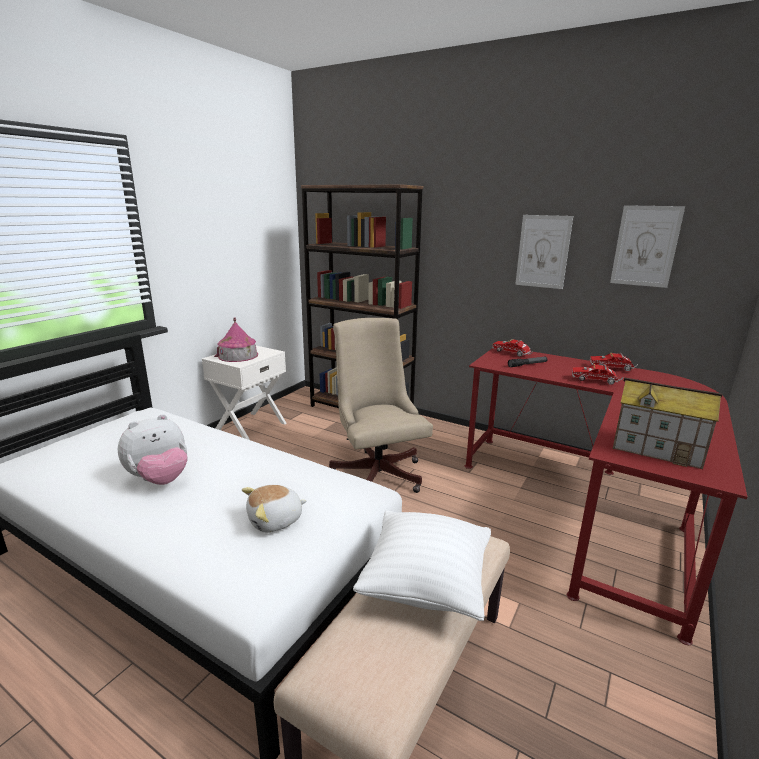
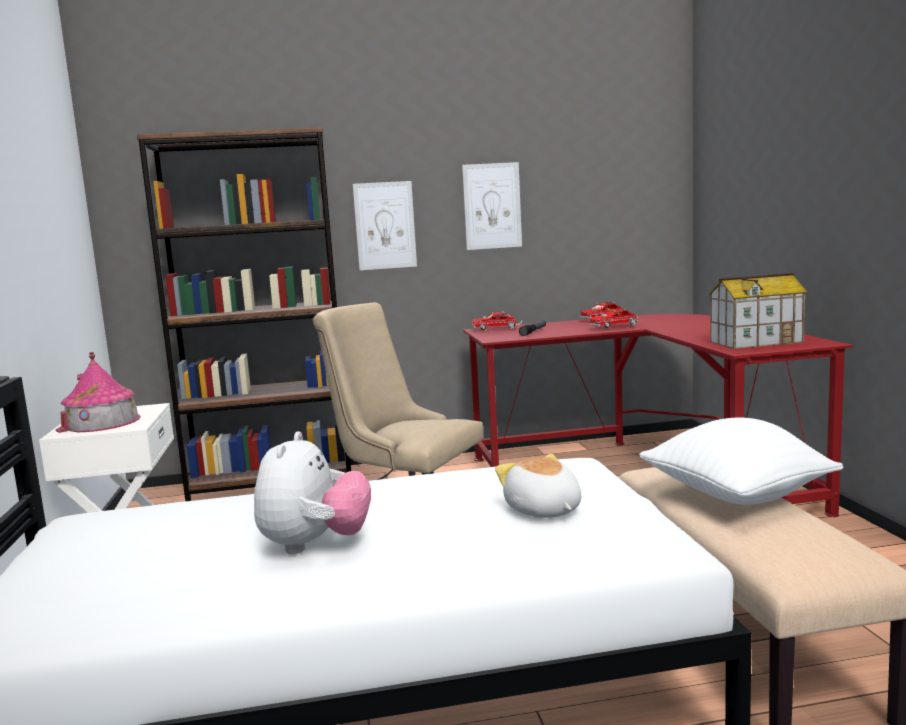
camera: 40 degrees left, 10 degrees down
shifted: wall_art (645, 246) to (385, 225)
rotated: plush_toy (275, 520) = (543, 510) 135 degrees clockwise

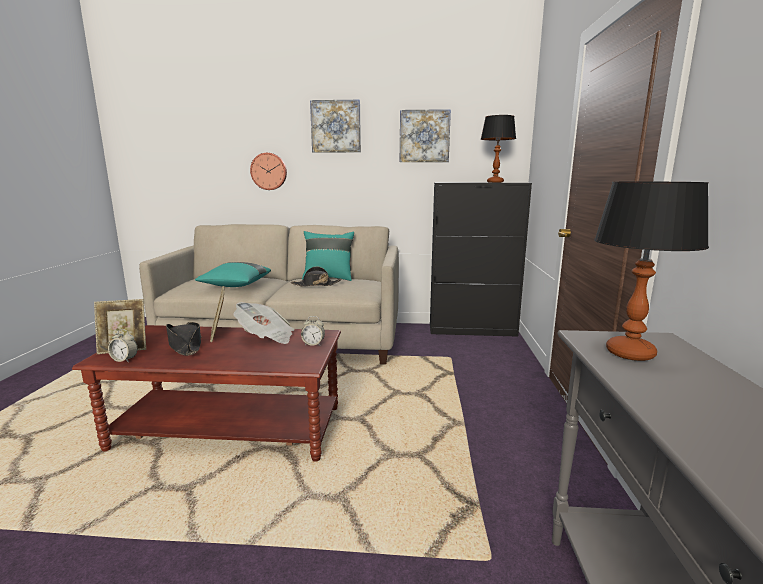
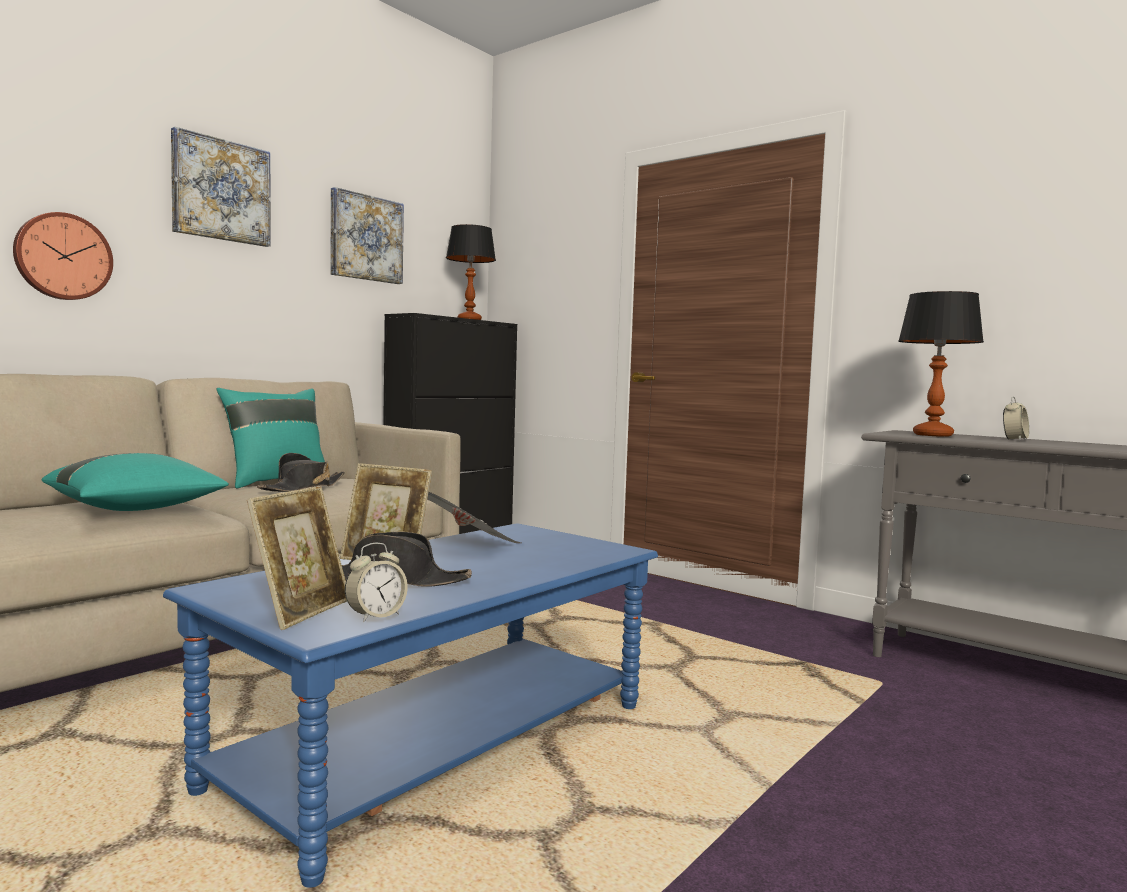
camera: 55 degrees left, 10 degrees down
shifted: alarm_clock (313, 344) to (1014, 439)
repainted: brown_low_table (229, 428) to blue-coloured_low_table (442, 745)

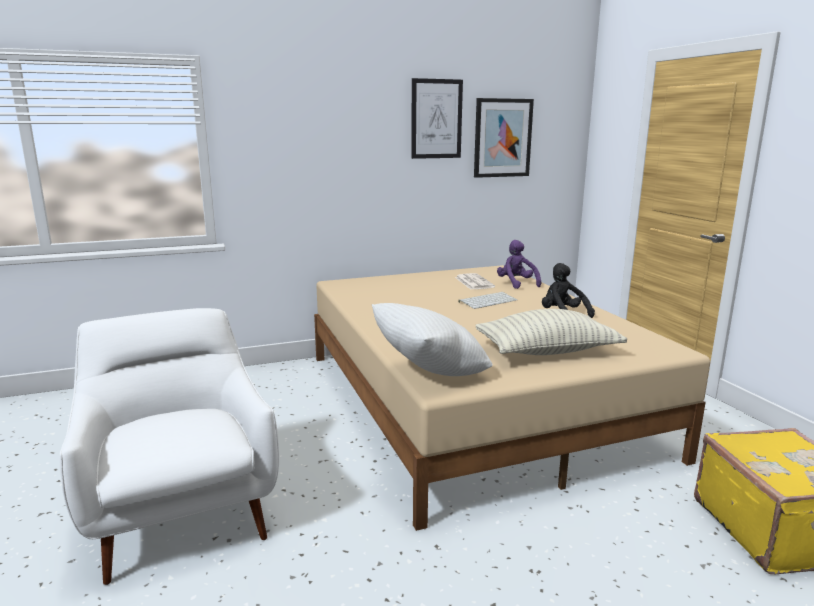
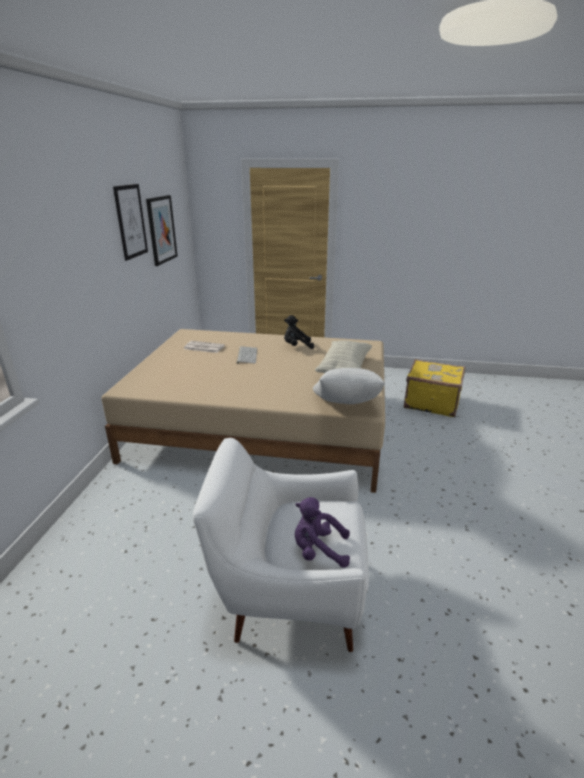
camera: 60 degrees left, 10 degrees up
shifted: purple_plush_toy (516, 284) to (318, 550)

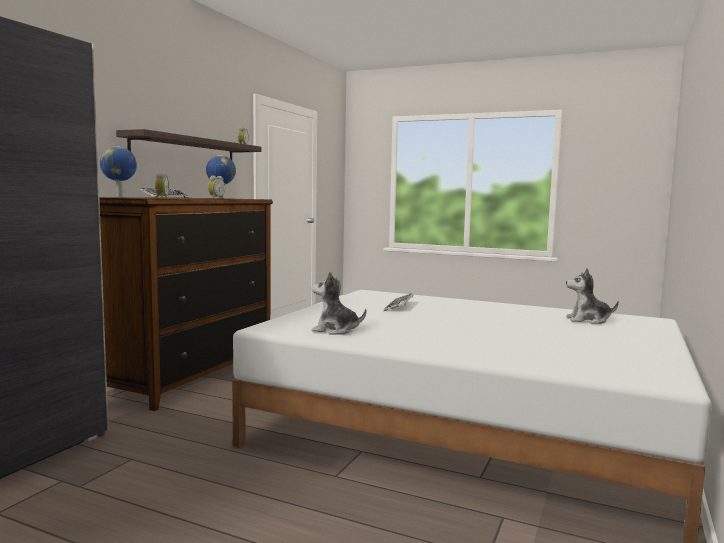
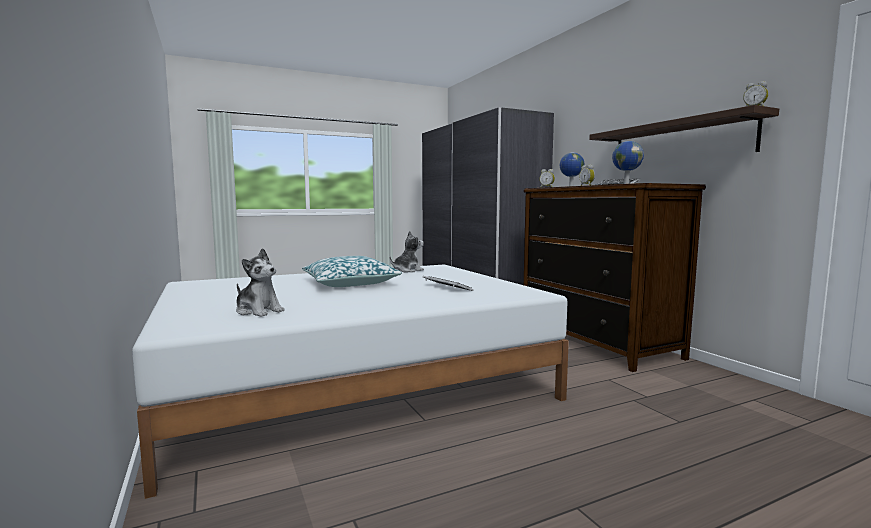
camera: 130 degrees right, 0 degrees up
new: cushion (350, 283)
rotated: plush_toy (588, 320) = (258, 311) 75 degrees clockwise

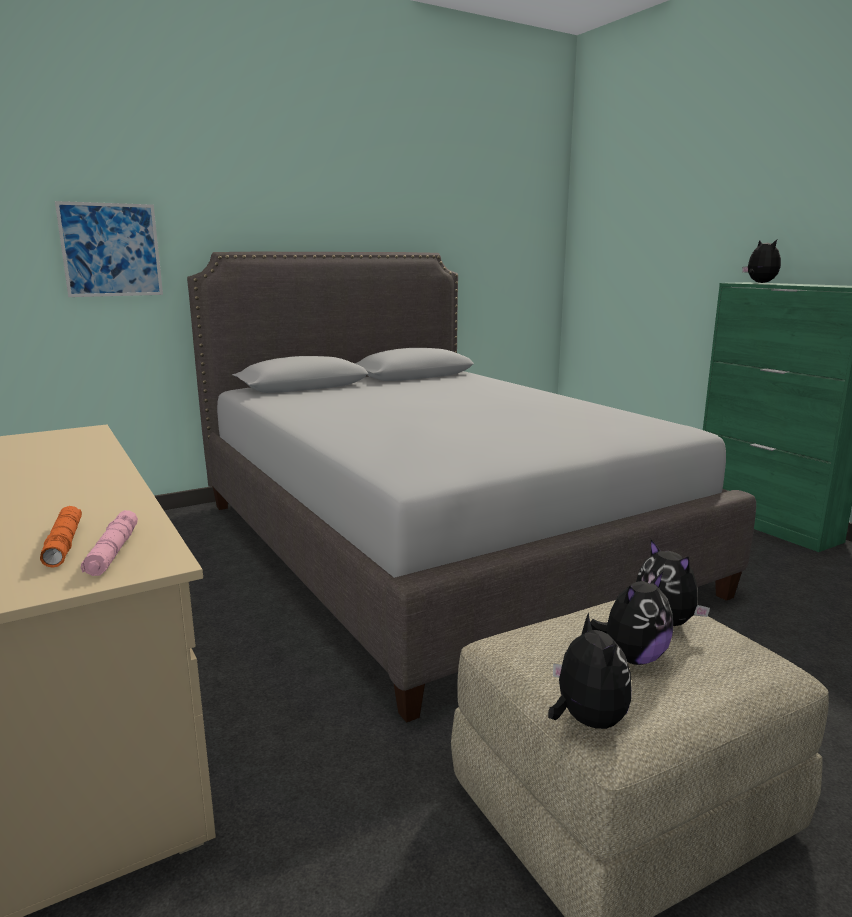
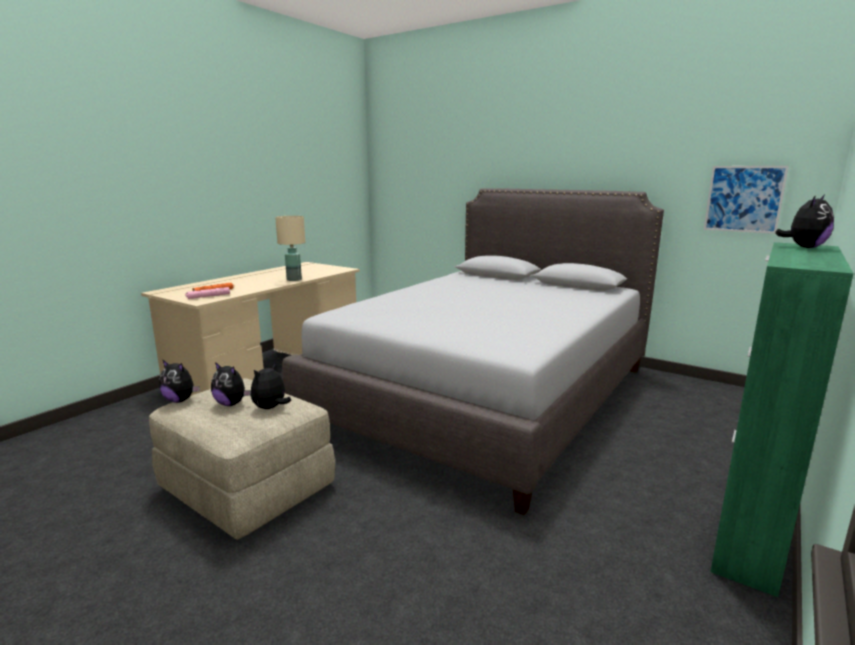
camera: 65 degrees right, 0 degrees up
new: beige_tabletop_lamp (294, 279)
shifted: wall_art (111, 250) to (744, 199)
rotated: plush_toy (586, 720) = (180, 400) 60 degrees clockwise

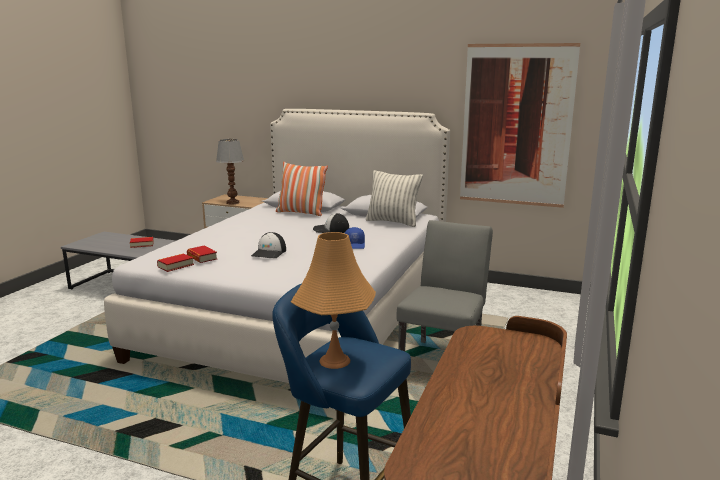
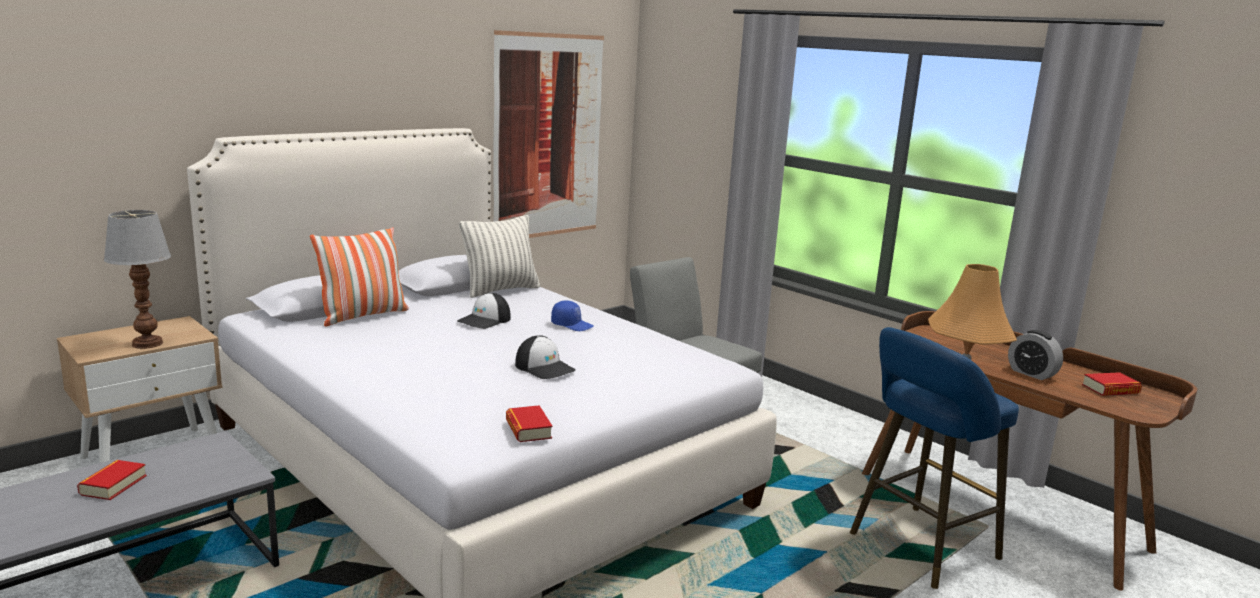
camera: 65 degrees left, 0 degrees up
new: alarm_clock (1031, 373)
shifted: book (202, 257) to (1110, 389)

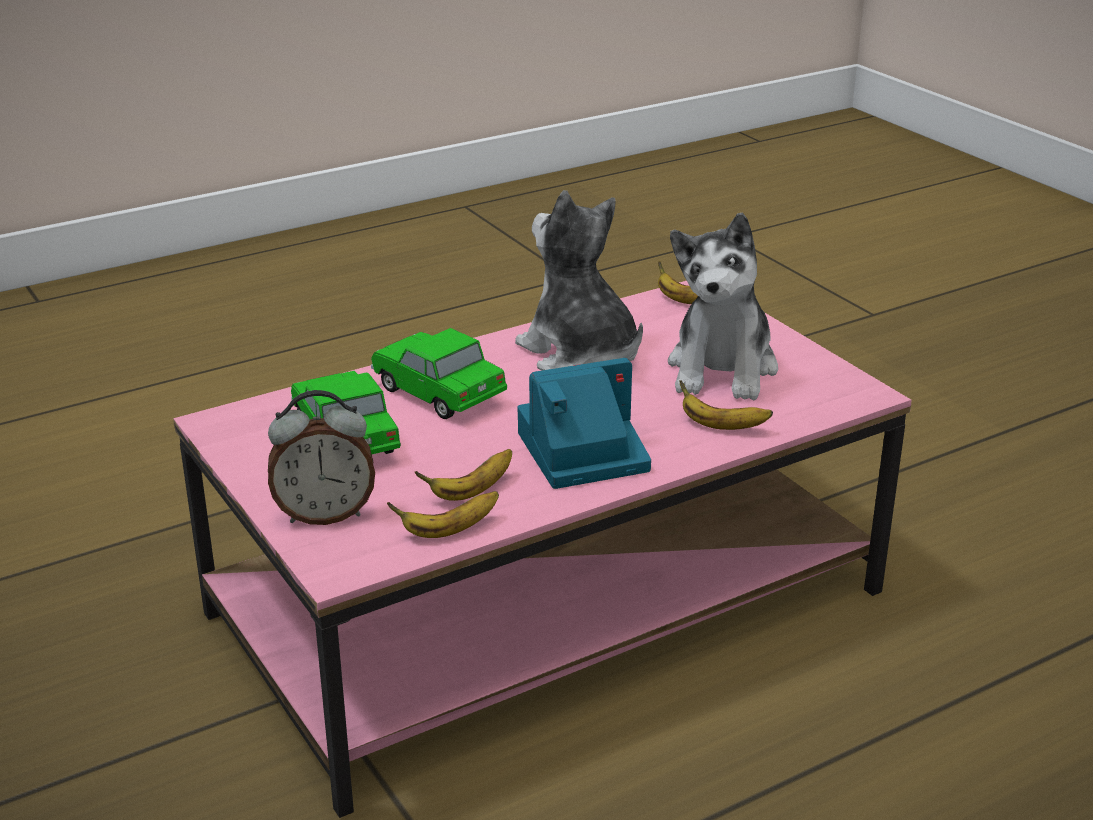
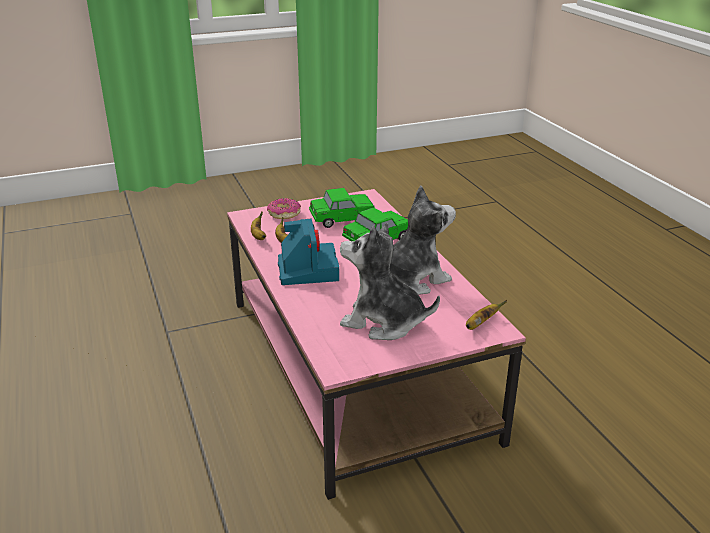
camera: 100 degrees right, 0 degrees up
gone: banana (721, 426)
swapped: alarm_clock (325, 514) to ring_doughnut (284, 214)

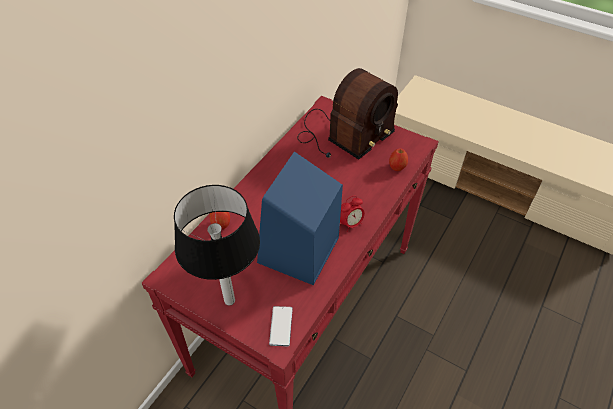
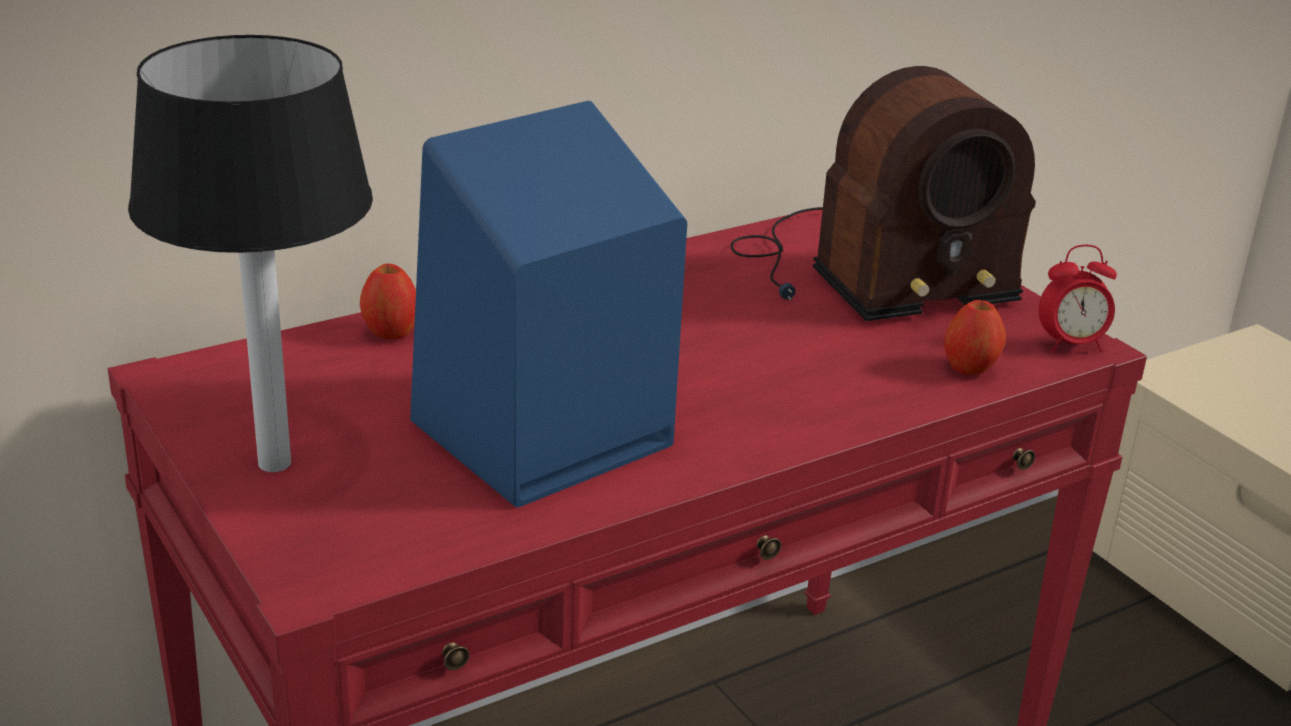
camera: 25 degrees right, 20 degrees down
gone: phone (281, 326)
shifted: alarm_clock (351, 224) to (1071, 345)

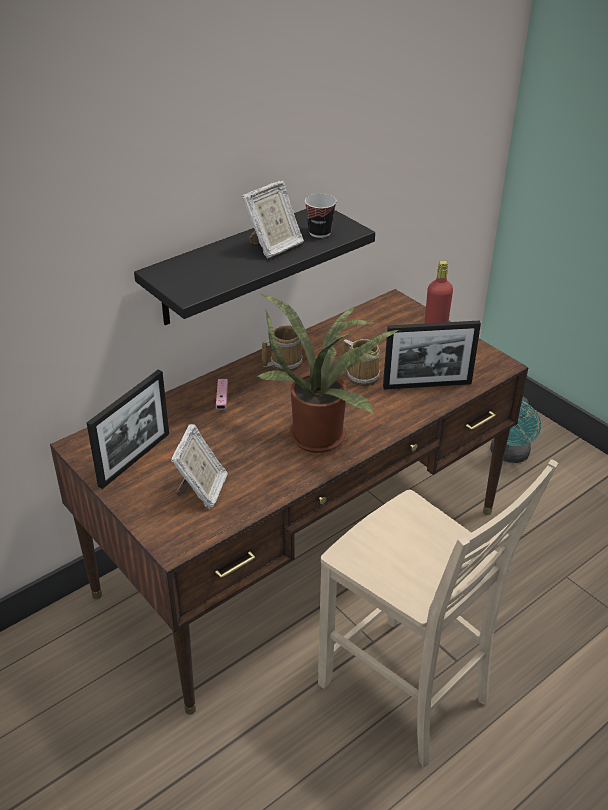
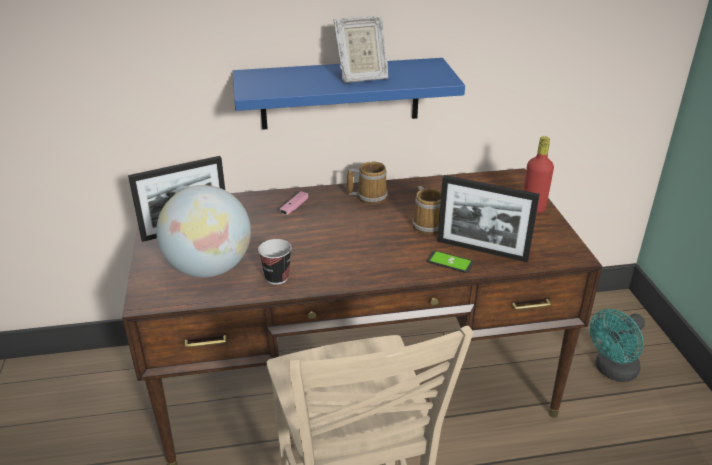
camera: 30 degrees right, 5 degrees down
gone: potted_plant (322, 434)
new: phone (450, 262)
shifted: small_cup (319, 232) to (277, 277)
swapped: picture_frame (202, 491) to world_globe (209, 268)
repainted: black_shelf (235, 265) to blue-coloured_shelf (340, 94)

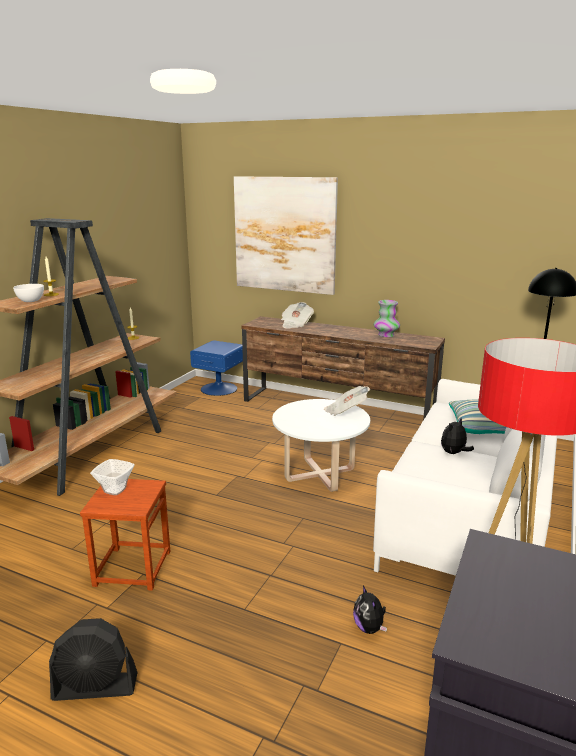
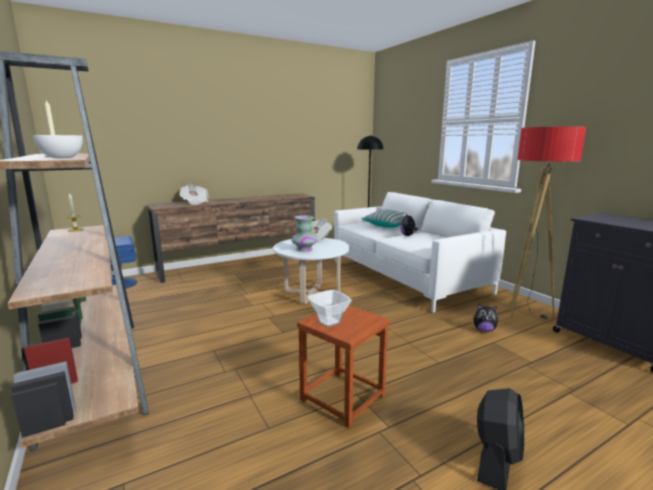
camera: 55 degrees left, 5 degrees down
gone: wall_art (284, 235)
shifted: decorative_vase (386, 335) to (304, 250)

